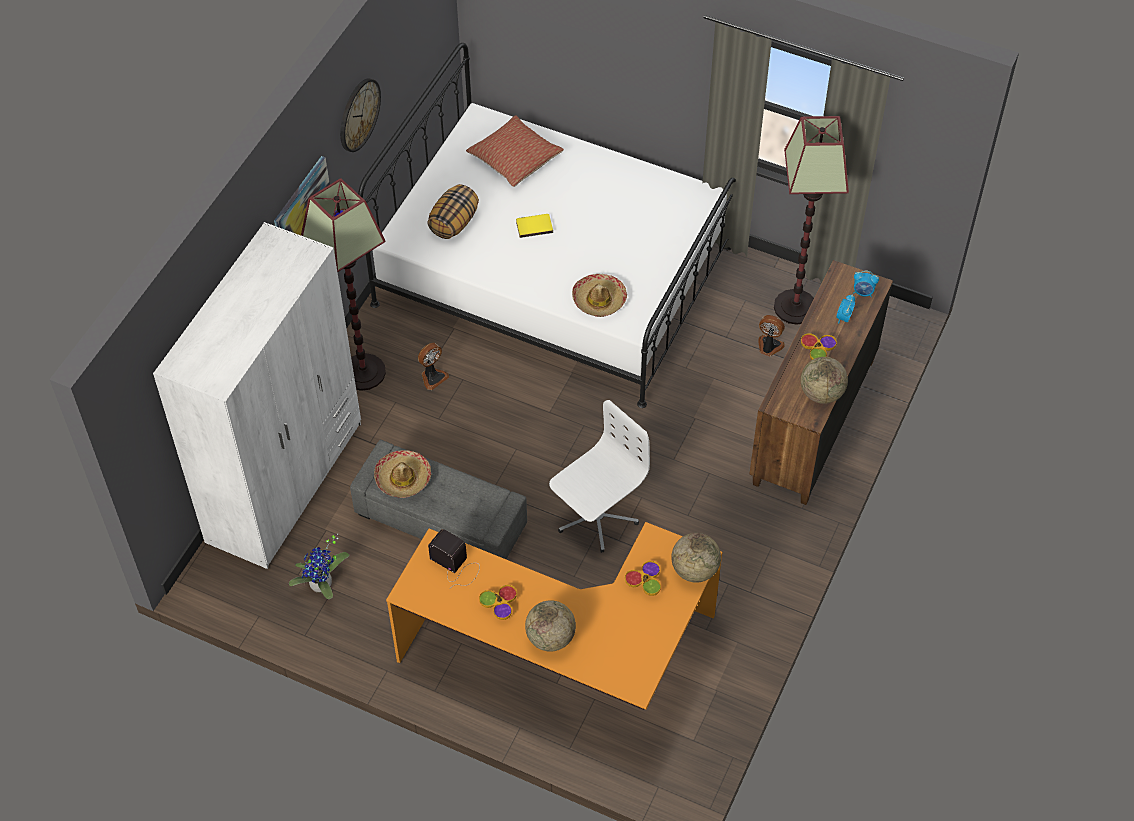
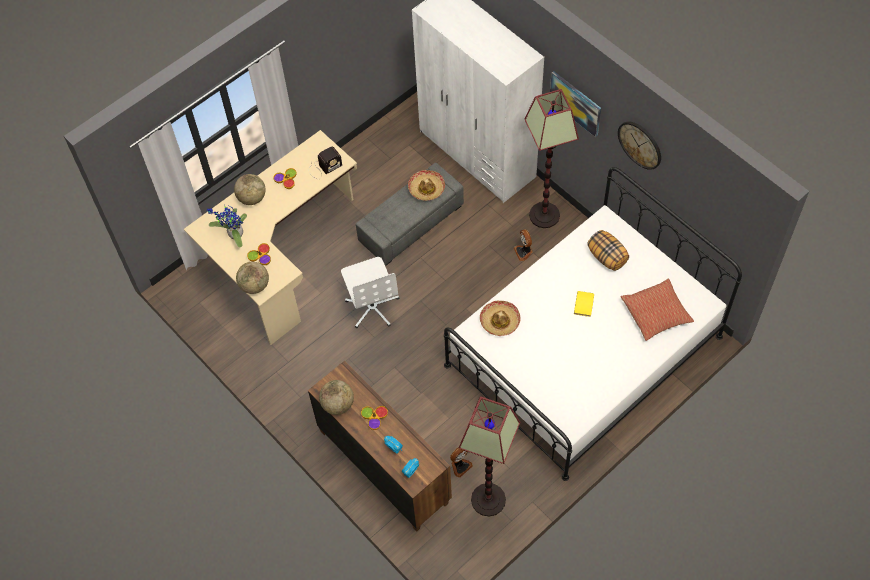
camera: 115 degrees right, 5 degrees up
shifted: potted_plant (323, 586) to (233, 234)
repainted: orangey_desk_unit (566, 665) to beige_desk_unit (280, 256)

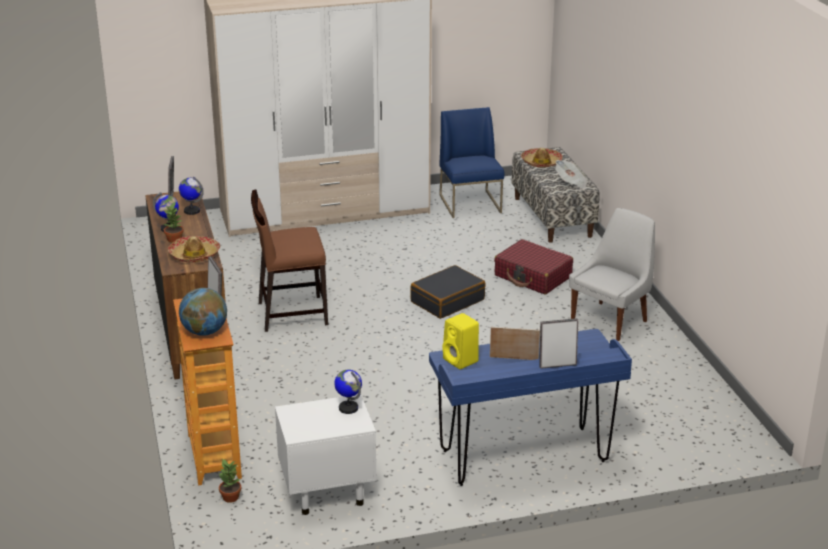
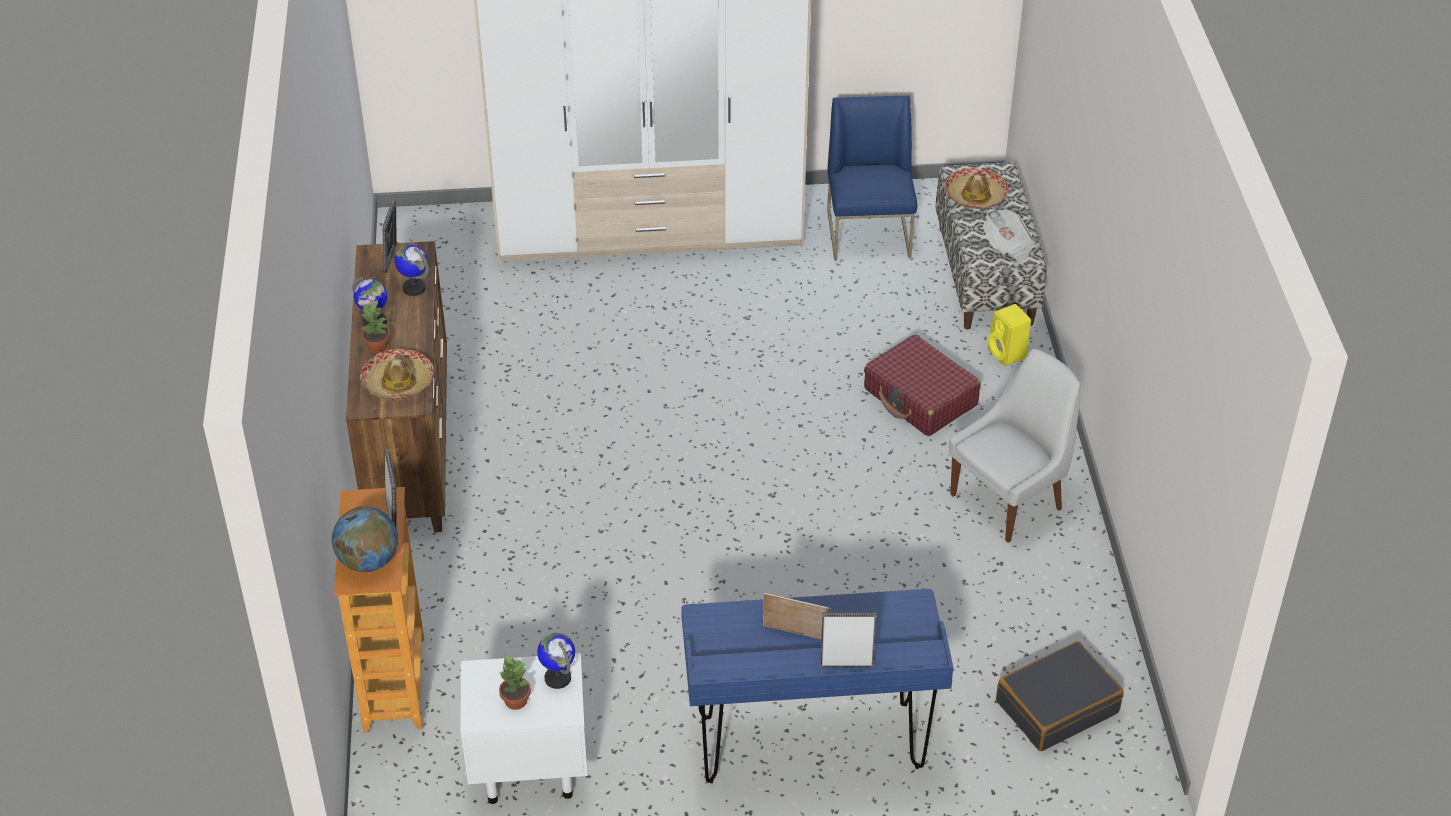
camera: 10 degrees right, 15 degrees up
gone: brown_chair (291, 313)
shifted: potted_plant (230, 497) to (515, 700); yellowish_speaker (461, 360) to (1008, 354); black_suitcase (447, 300) to (1056, 706)

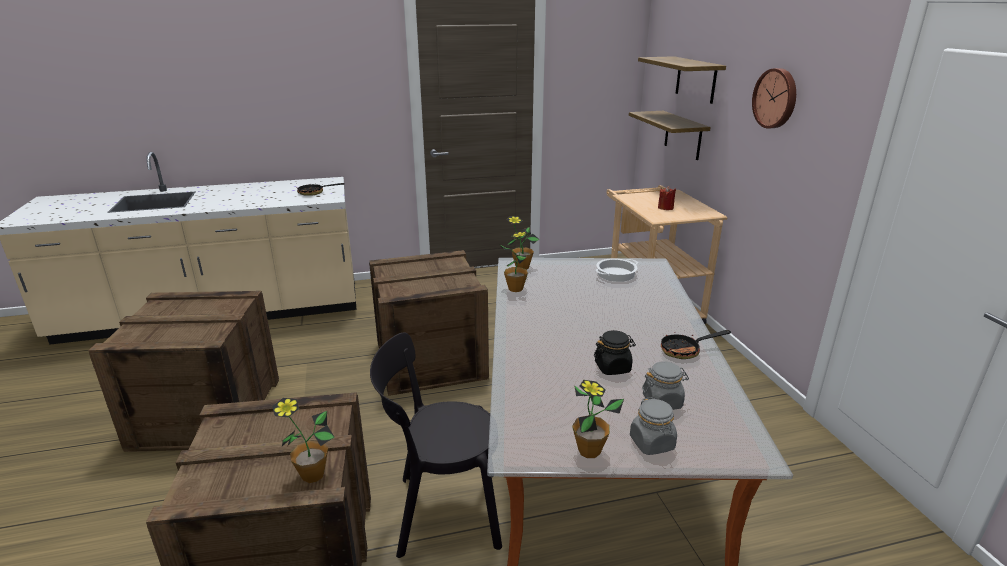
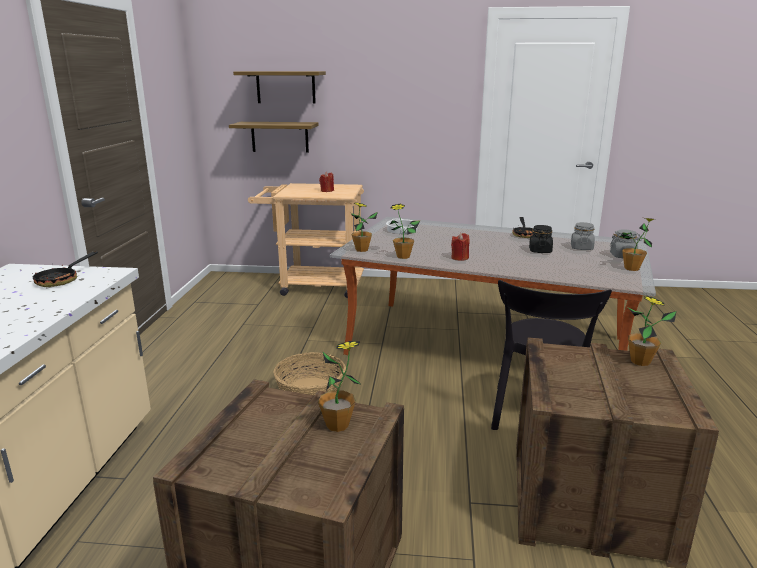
camera: 70 degrees left, 5 degrees down
gone: wall_clock (776, 98)
new: potted_plant (337, 425); reddish_wax_candle (460, 258)
swapped: packing_crate (431, 360) to storage_basket (311, 391)

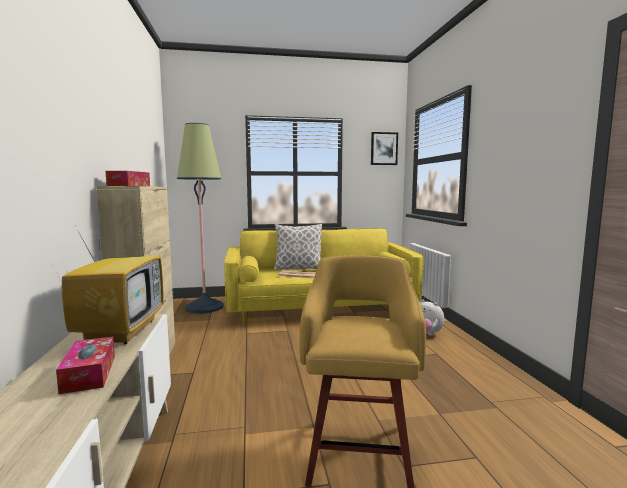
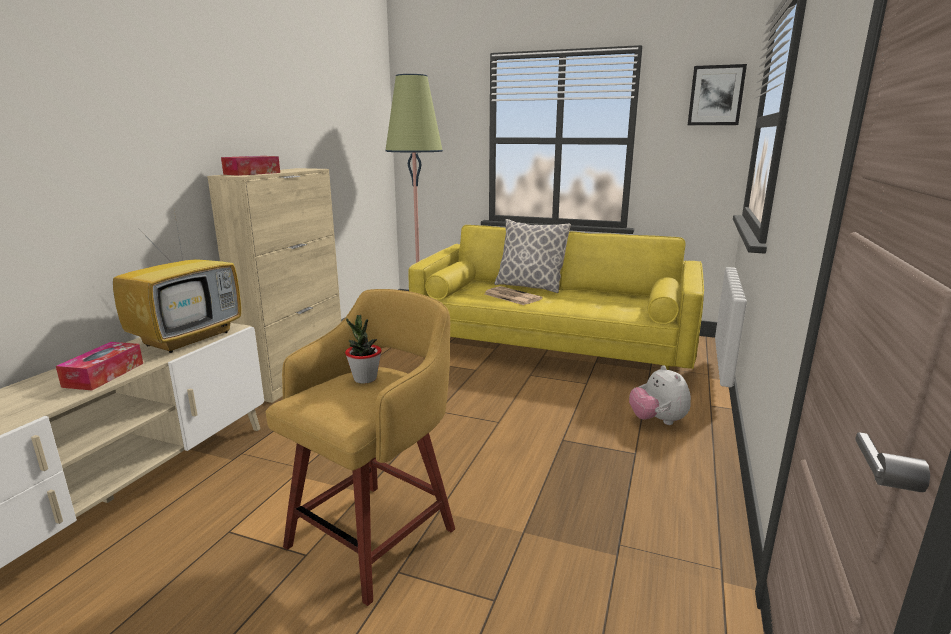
camera: 30 degrees right, 10 degrees up
new: potted_plant (365, 379)

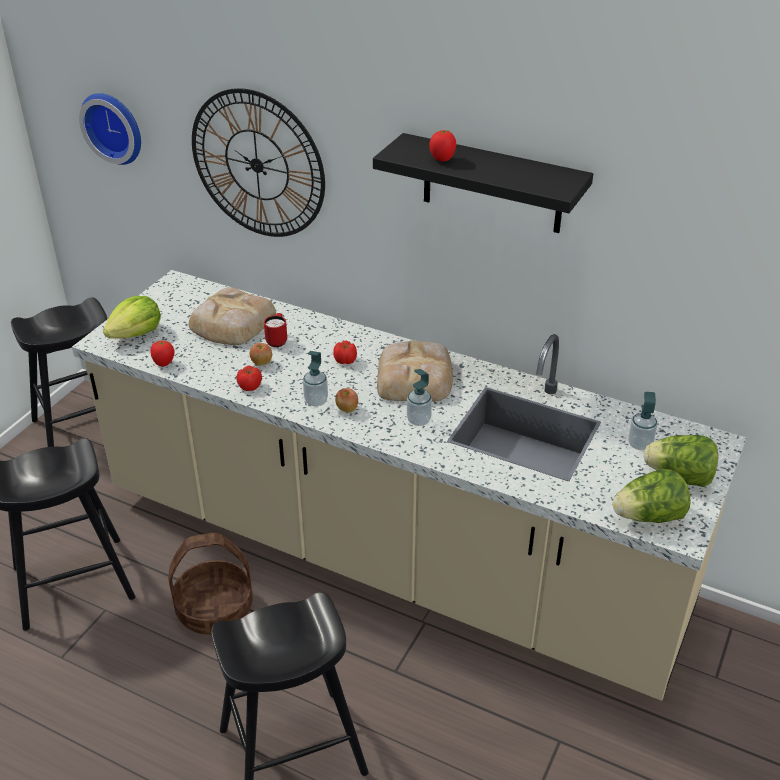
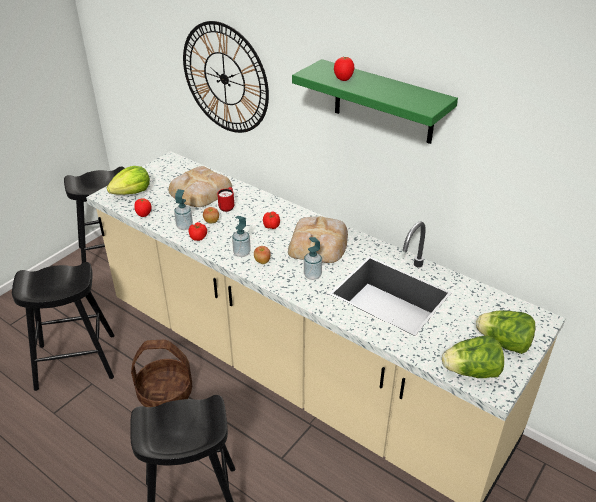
camera: 10 degrees right, 0 degrees up
gone: wall_clock (115, 127)
shifted: soap_dispenser (640, 444) to (184, 226)
repainted: black_shelf (492, 184) to green-coloured_shelf (383, 102)

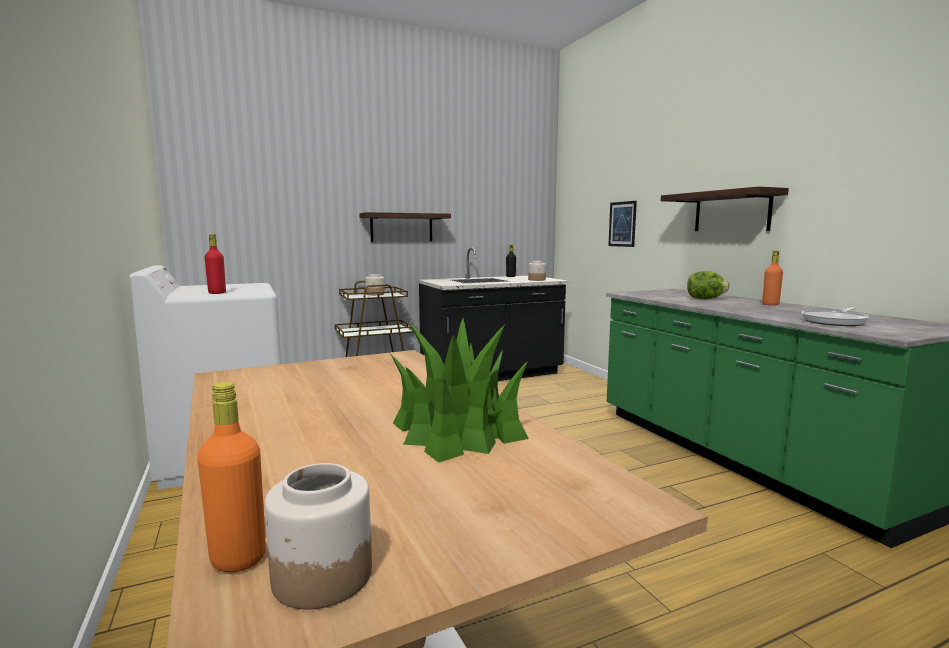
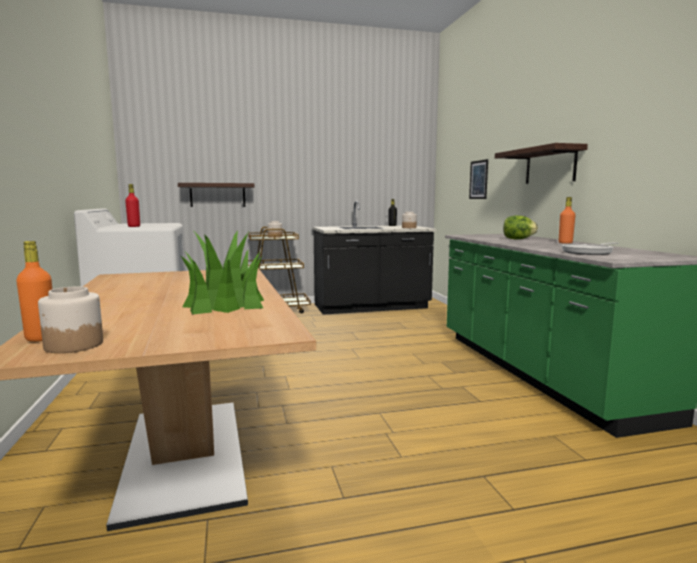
camera: 10 degrees right, 0 degrees up
shifted: shelf (401, 227) to (217, 195)

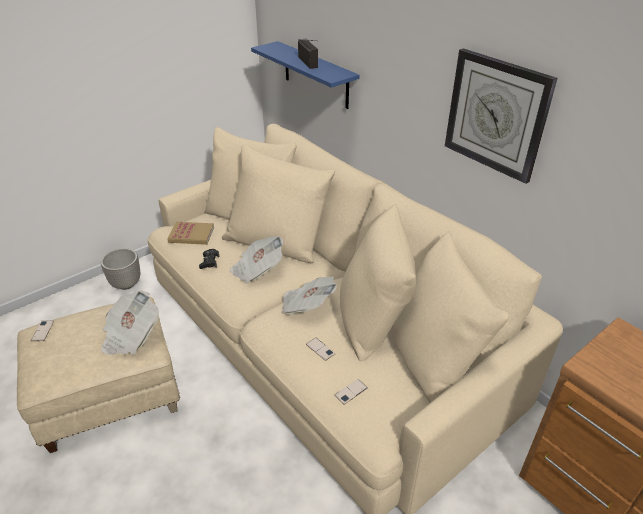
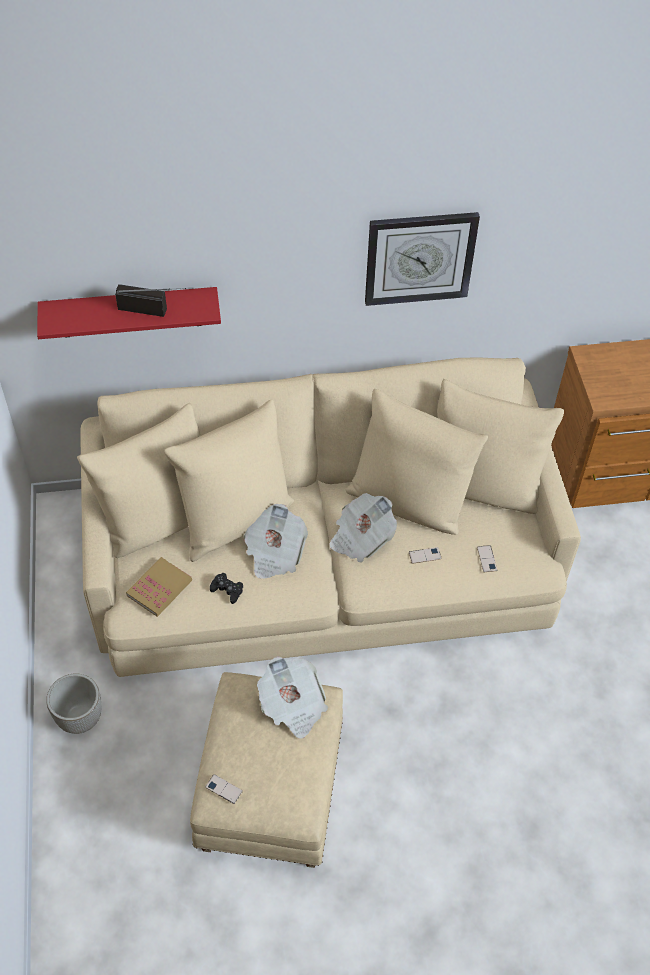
camera: 60 degrees left, 15 degrees up
repainted: blue-coloured_shelf (316, 75) to reddish_shelf (130, 312)

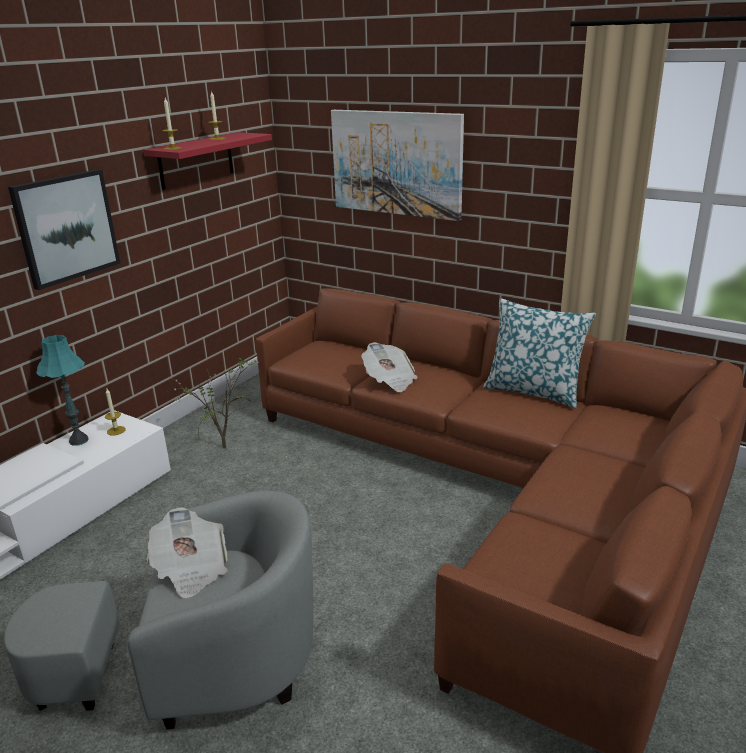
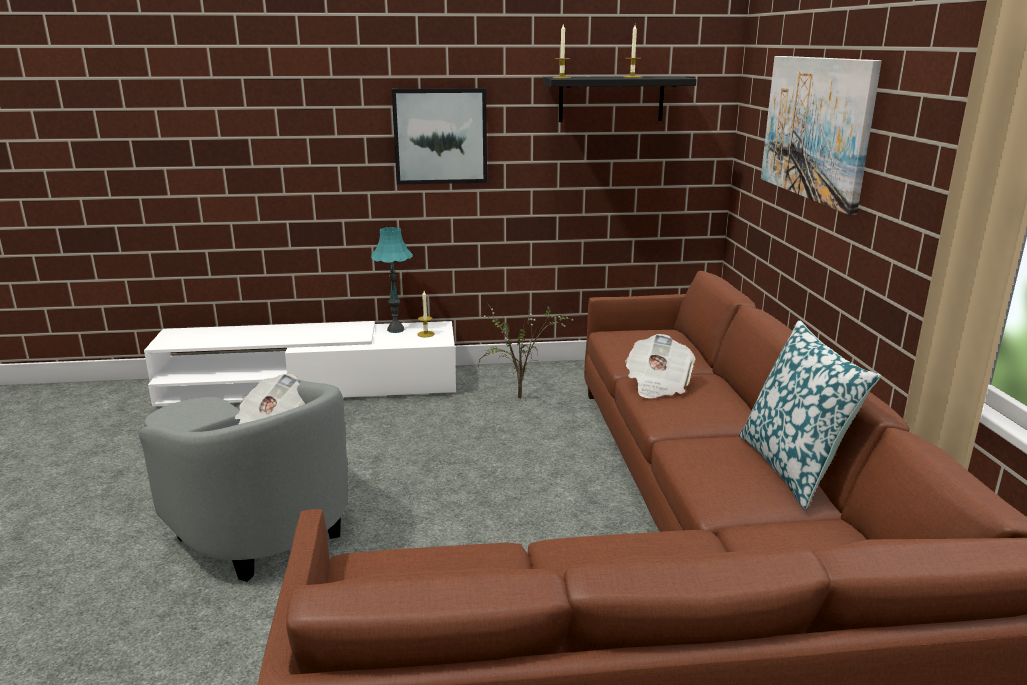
camera: 50 degrees right, 5 degrees down
repainted: reddish_shelf (196, 160) to black_shelf (611, 99)

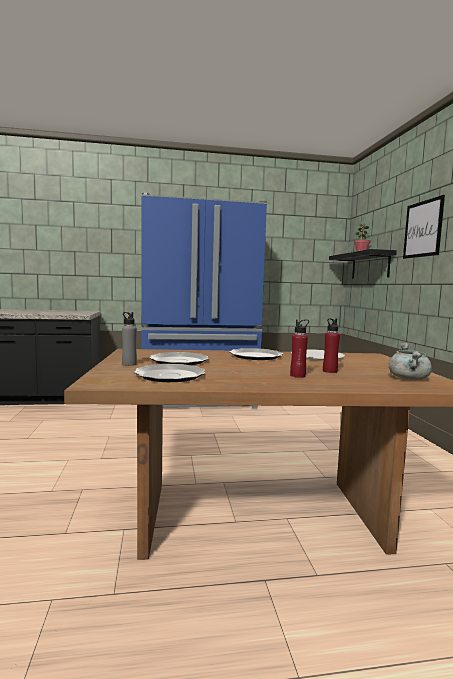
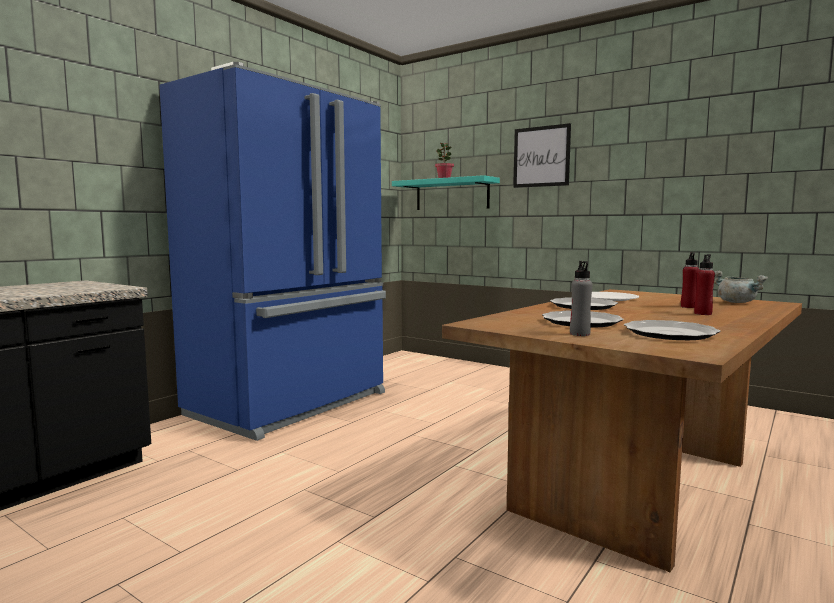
camera: 45 degrees left, 0 degrees up
repainted: black_shelf (370, 266) to blue-green_shelf (452, 194)

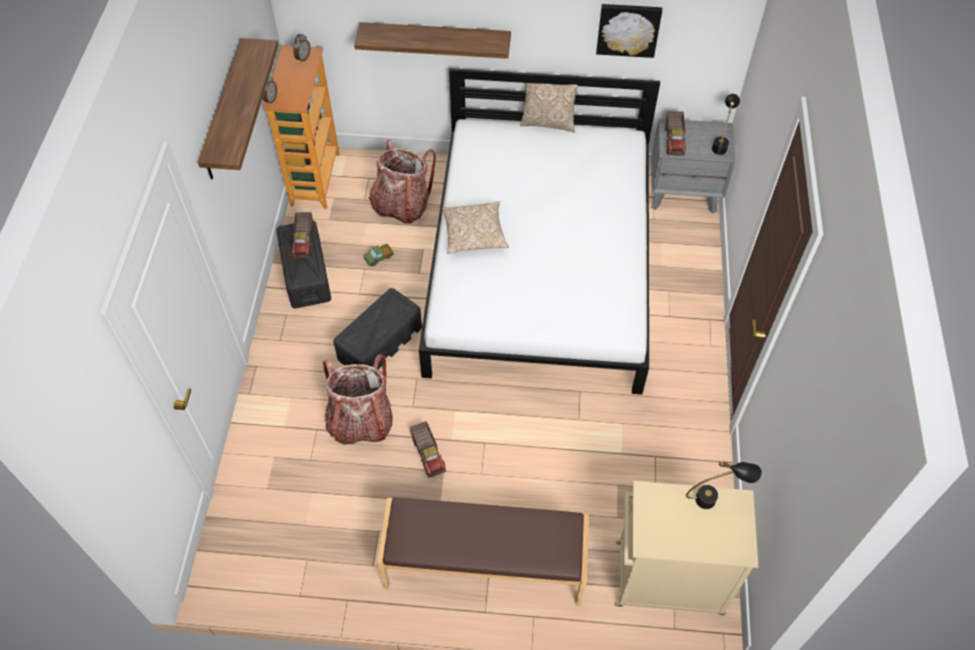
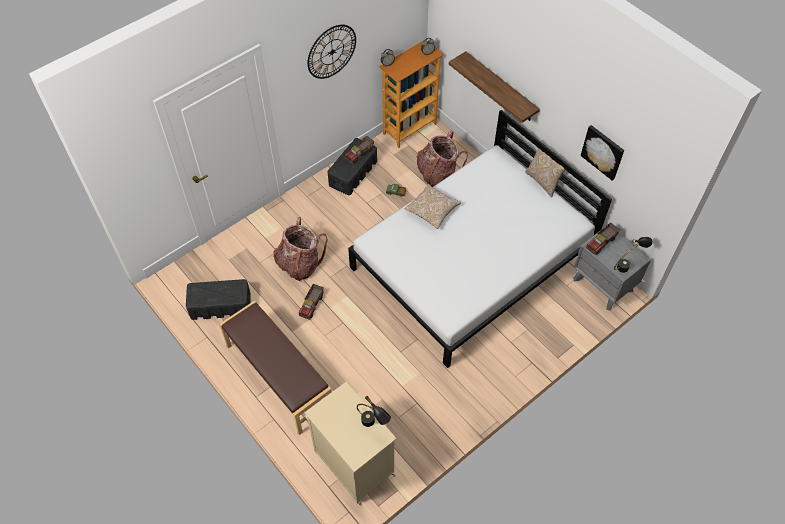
camera: 45 degrees right, 0 degrees up
shifted: black_storage_container (380, 343) to (221, 305)
swapped: shelf (224, 111) to wall_clock (332, 51)

